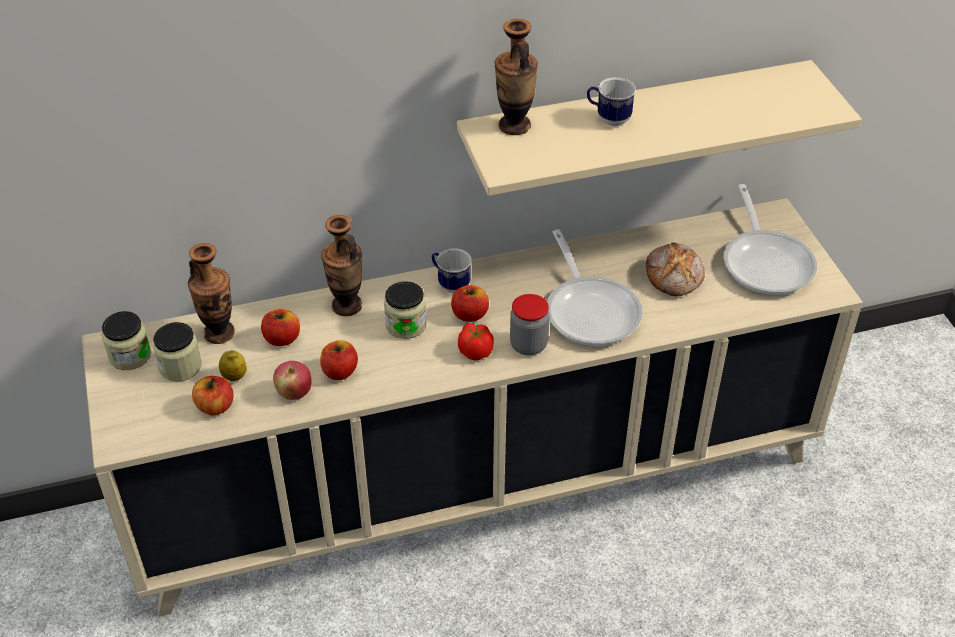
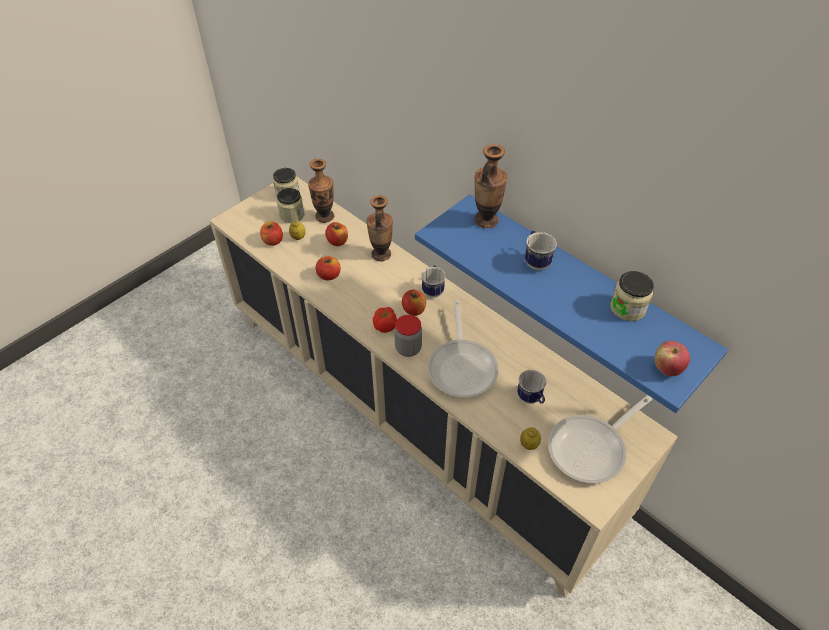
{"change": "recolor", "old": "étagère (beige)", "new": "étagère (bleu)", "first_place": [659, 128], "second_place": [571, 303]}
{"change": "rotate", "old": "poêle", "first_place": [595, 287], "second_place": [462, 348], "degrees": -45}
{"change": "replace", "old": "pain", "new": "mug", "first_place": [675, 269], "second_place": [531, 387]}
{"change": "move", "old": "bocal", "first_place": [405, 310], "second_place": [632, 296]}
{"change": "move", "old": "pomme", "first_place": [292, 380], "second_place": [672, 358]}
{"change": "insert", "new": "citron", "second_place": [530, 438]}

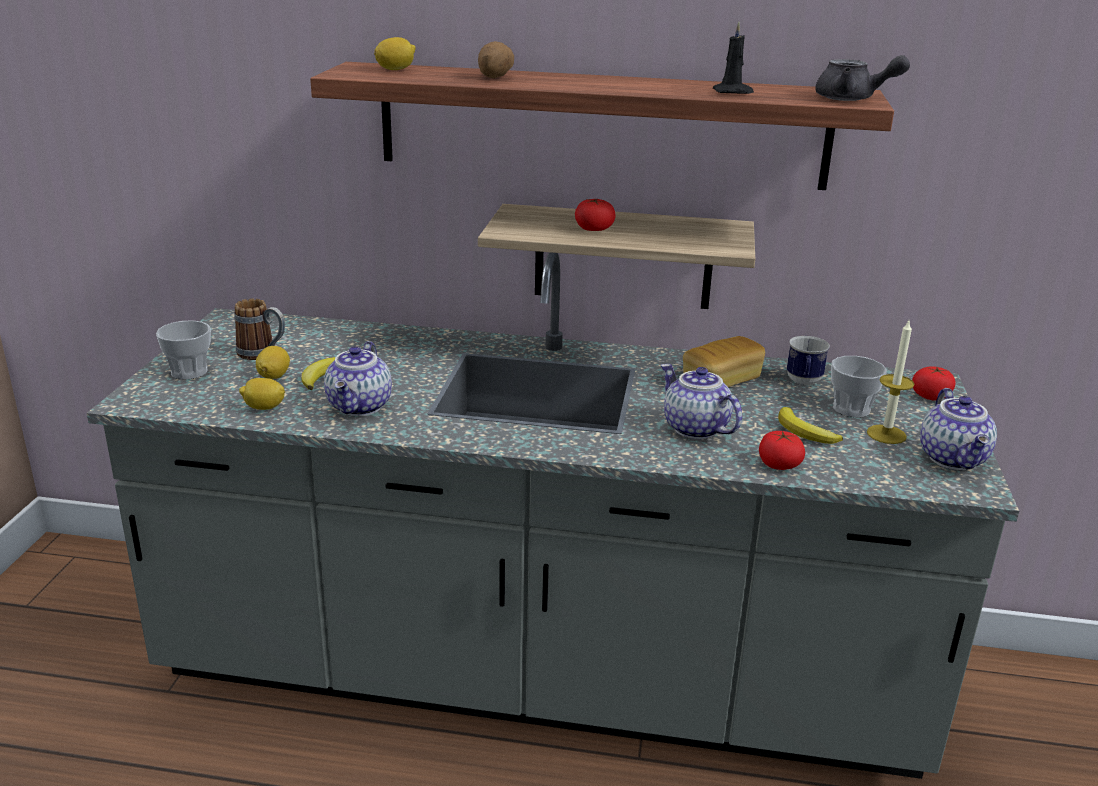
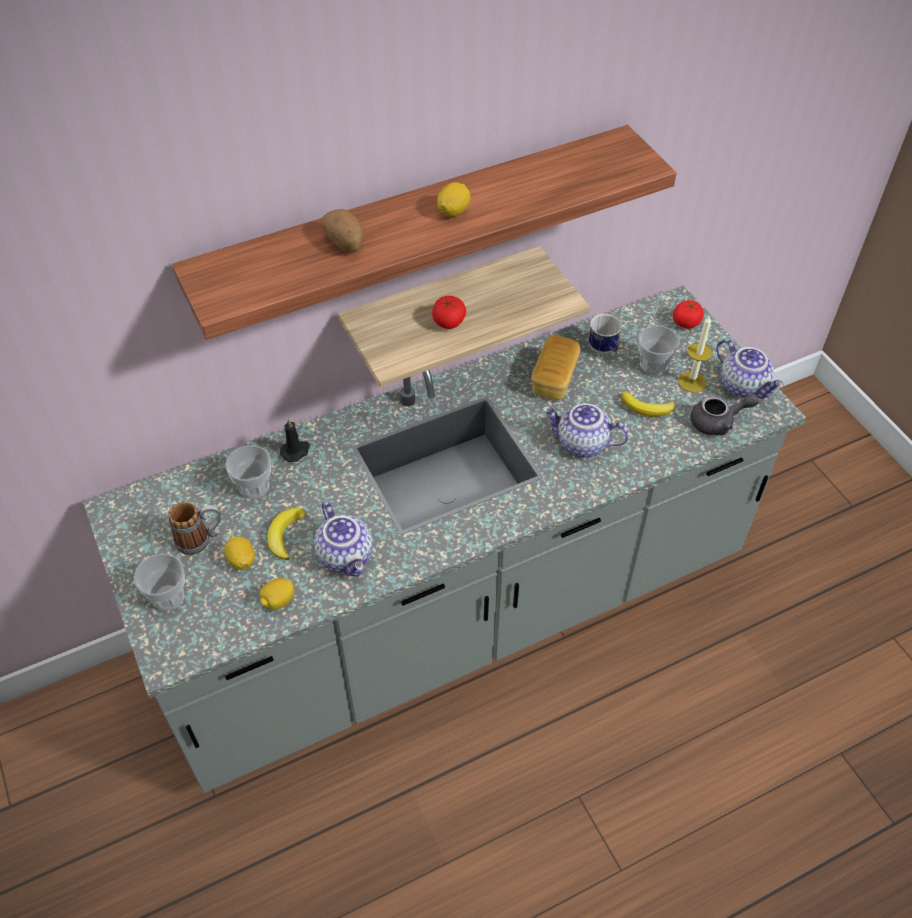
{"change": "move", "old": "bougie (noir)", "first_place": [733, 58], "second_place": [295, 440]}
{"change": "move", "old": "citron", "first_place": [395, 53], "second_place": [453, 199]}
{"change": "move", "old": "théière (gris)", "first_place": [863, 78], "second_place": [725, 414]}
{"change": "delete", "old": "tomate", "first_place": [782, 450]}
{"change": "insert", "new": "tasse", "second_place": [248, 472]}

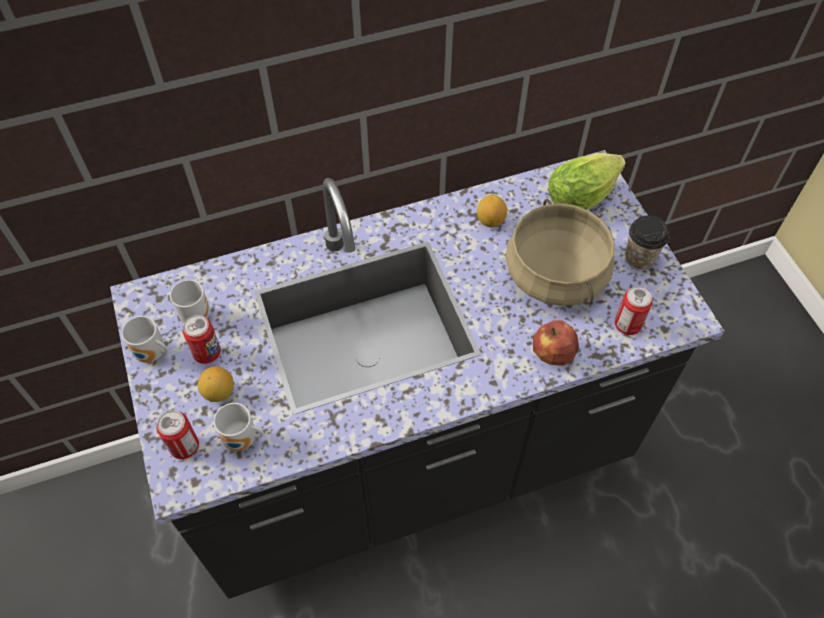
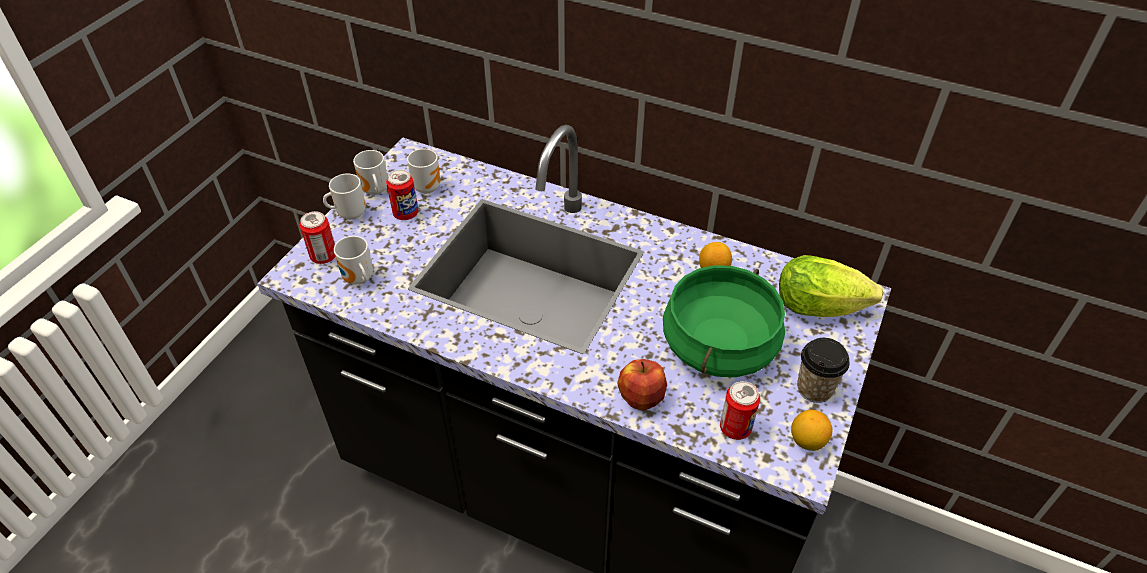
{"change": "recolor", "old": "marmite (beige)", "new": "marmite (vert)", "first_place": [560, 252], "second_place": [724, 321]}
{"change": "move", "old": "citron", "first_place": [216, 384], "second_place": [811, 430]}
{"change": "insert", "new": "mug", "second_place": [344, 197]}

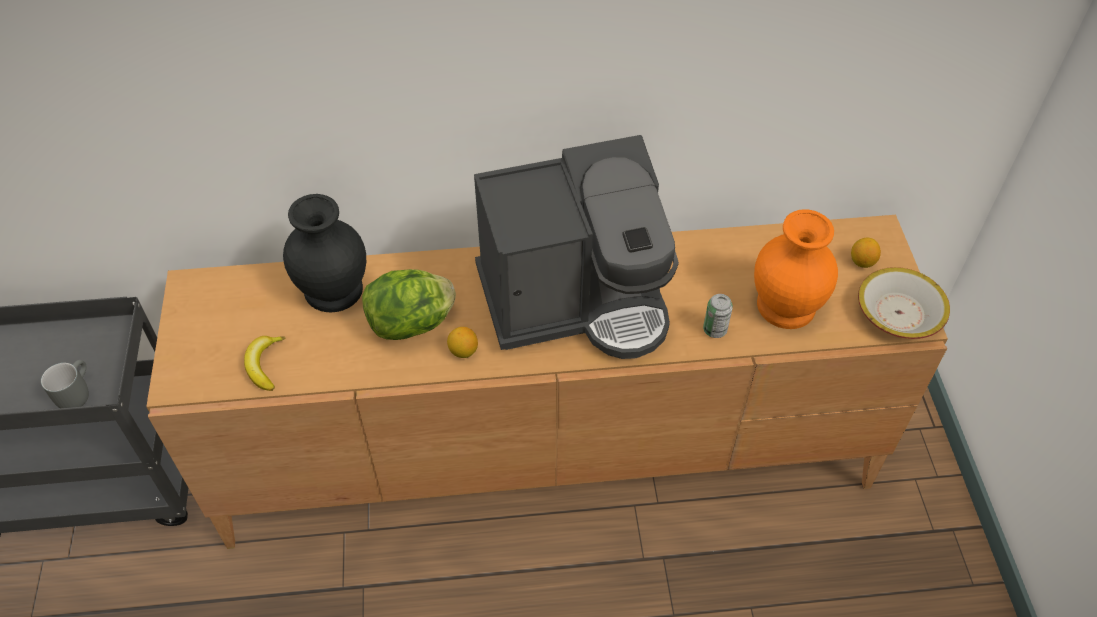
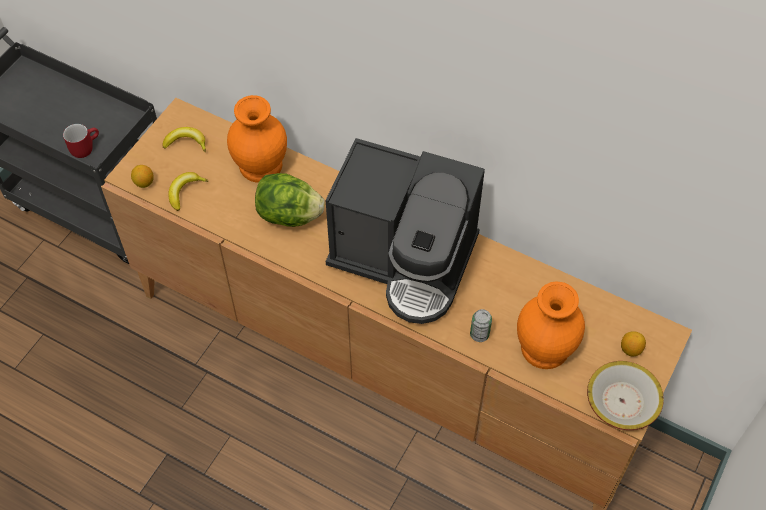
{"change": "recolor", "old": "vase (noir)", "new": "vase (orange)", "first_place": [324, 253], "second_place": [257, 139]}
{"change": "move", "old": "citron", "first_place": [462, 342], "second_place": [142, 176]}
{"change": "recolor", "old": "mug (gris)", "new": "mug (rouge)", "first_place": [65, 384], "second_place": [81, 141]}
{"change": "insert", "new": "banane", "second_place": [184, 139]}

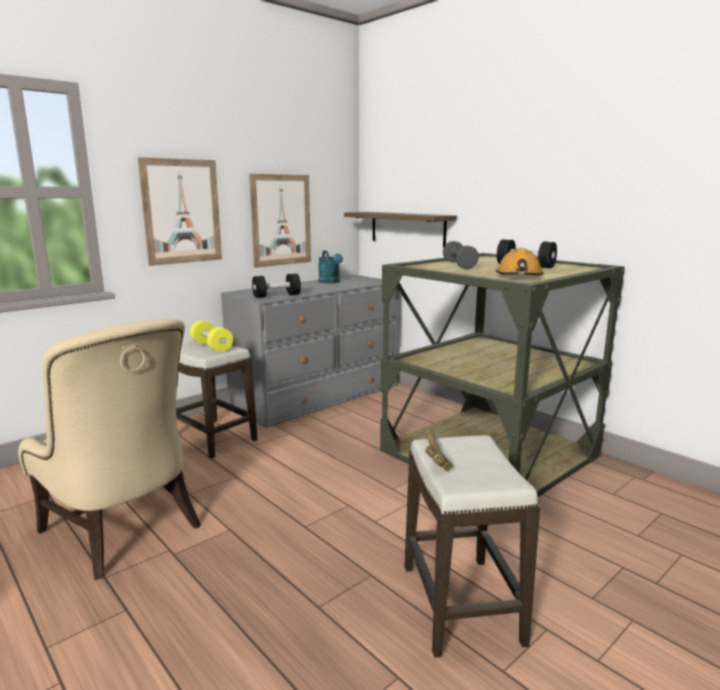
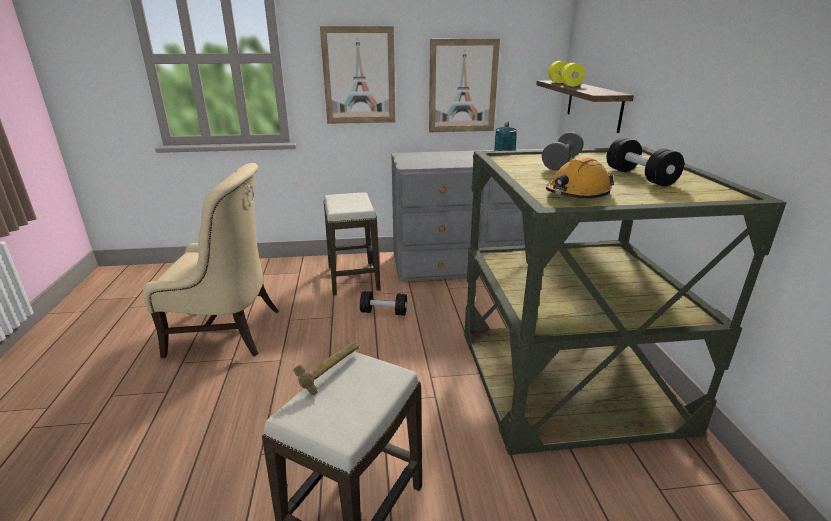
{"change": "move", "old": "haltère (noir)", "first_place": [276, 285], "second_place": [383, 303]}
{"change": "rotate", "old": "chaise (beige)", "first_place": [109, 449], "second_place": [211, 260], "degrees": -75}
{"change": "move", "old": "haltère (jaune)", "first_place": [211, 336], "second_place": [566, 74]}

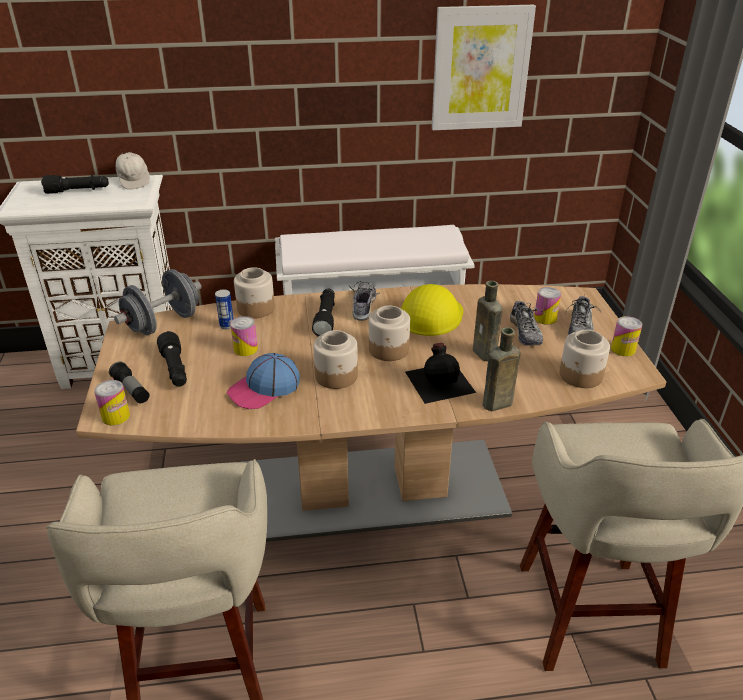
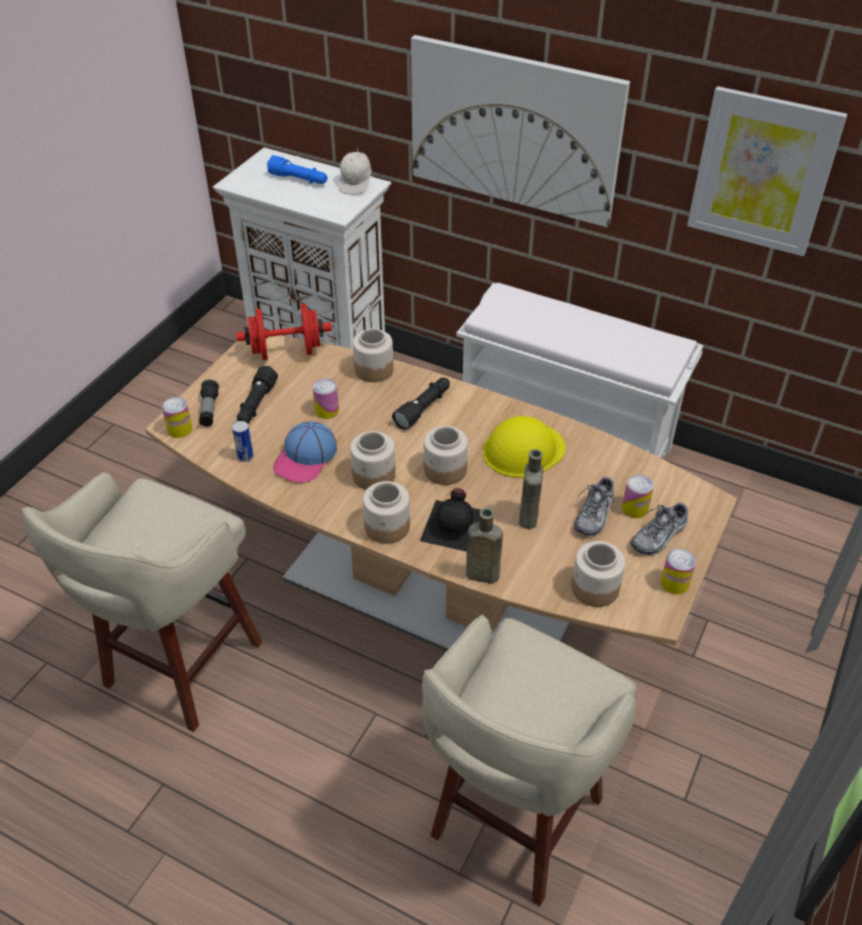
{"change": "recolor", "old": "lampe de poche (noir)", "new": "lampe de poche (bleu)", "first_place": [75, 184], "second_place": [297, 169]}
{"change": "recolor", "old": "haltère (gris)", "new": "haltère (rouge)", "first_place": [157, 302], "second_place": [284, 332]}
{"change": "delete", "old": "chaussure", "first_place": [363, 301]}
{"change": "move", "old": "boîte métallique", "first_place": [224, 309], "second_place": [243, 441]}
{"change": "rotate", "old": "casquette", "first_place": [263, 381], "second_place": [305, 452], "degrees": -60}
{"change": "insert", "new": "tableau", "second_place": [520, 131]}
{"change": "insert", "new": "bocal", "second_place": [386, 512]}

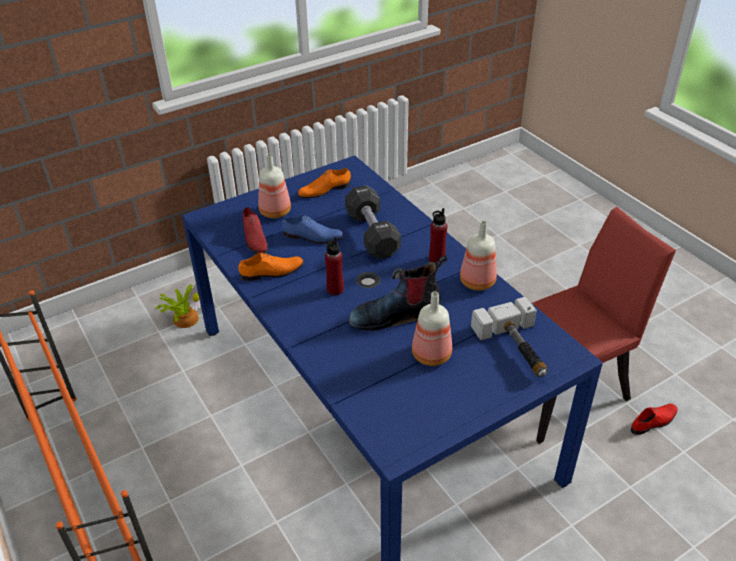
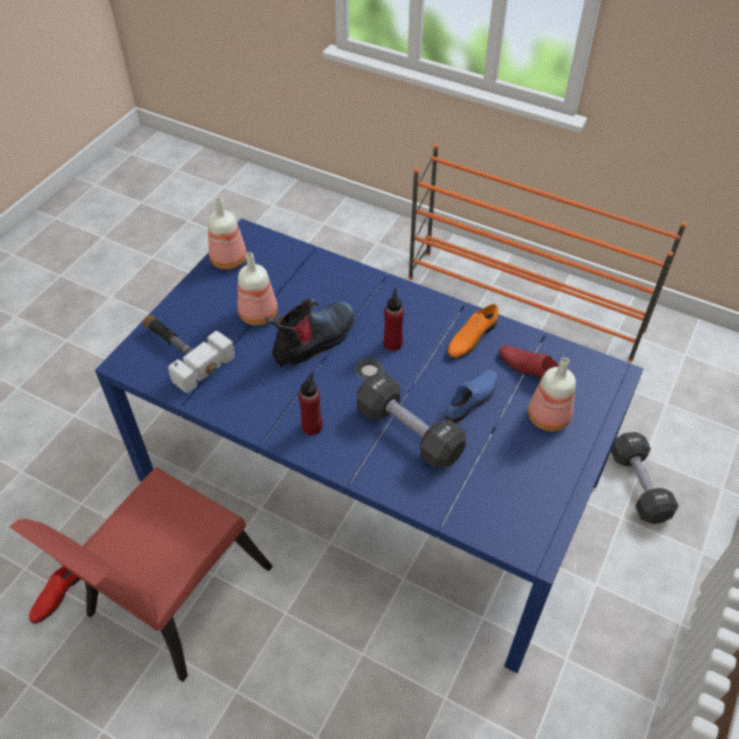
{"change": "delete", "old": "chaussure (orange)", "first_place": [324, 183]}
{"change": "rotate", "old": "chaussure (bleu)", "first_place": [312, 229], "second_place": [472, 396], "degrees": 150}
{"change": "move", "old": "bouteille", "first_place": [478, 256], "second_place": [227, 234]}
{"change": "replace", "old": "plante en pot", "new": "haltère (noir)", "first_place": [177, 306], "second_place": [645, 478]}

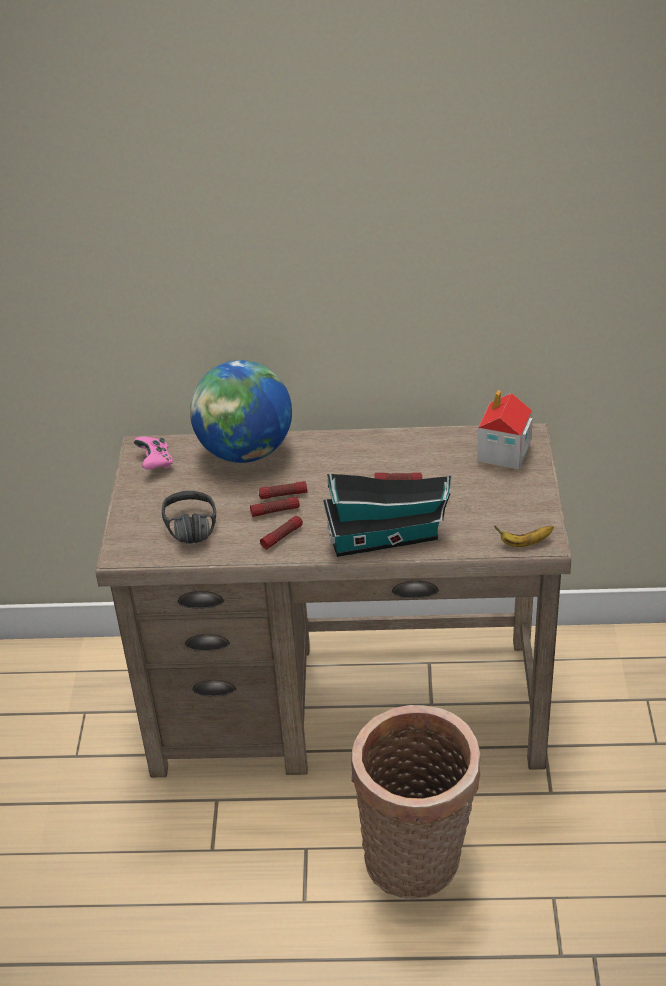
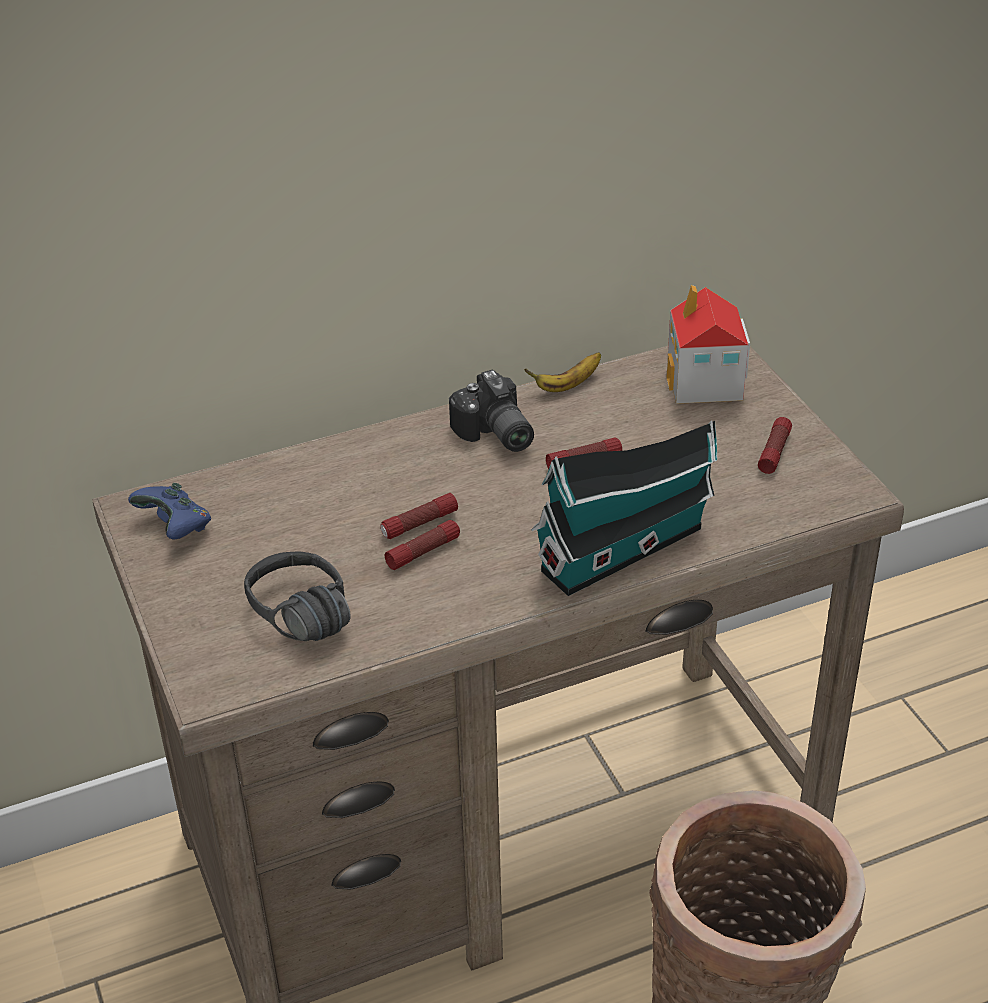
{"change": "delete", "old": "globe", "first_place": [241, 411]}
{"change": "recolor", "old": "manette (rose)", "new": "manette (bleu)", "first_place": [153, 453], "second_place": [169, 511]}
{"change": "move", "old": "lampe de poche", "first_place": [281, 532], "second_place": [775, 445]}
{"change": "move", "old": "banane", "first_place": [524, 536], "second_place": [562, 372]}
{"change": "insert", "new": "appareil photo", "second_place": [491, 410]}

